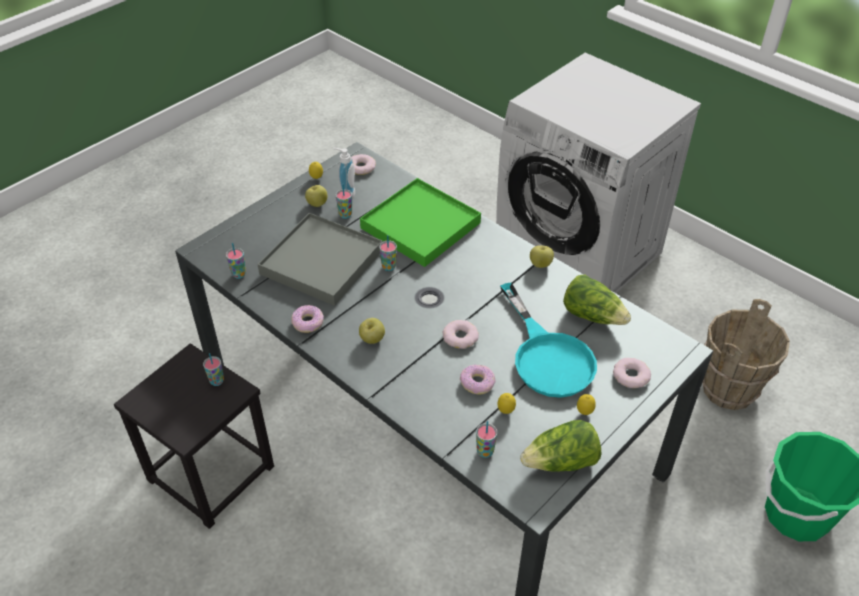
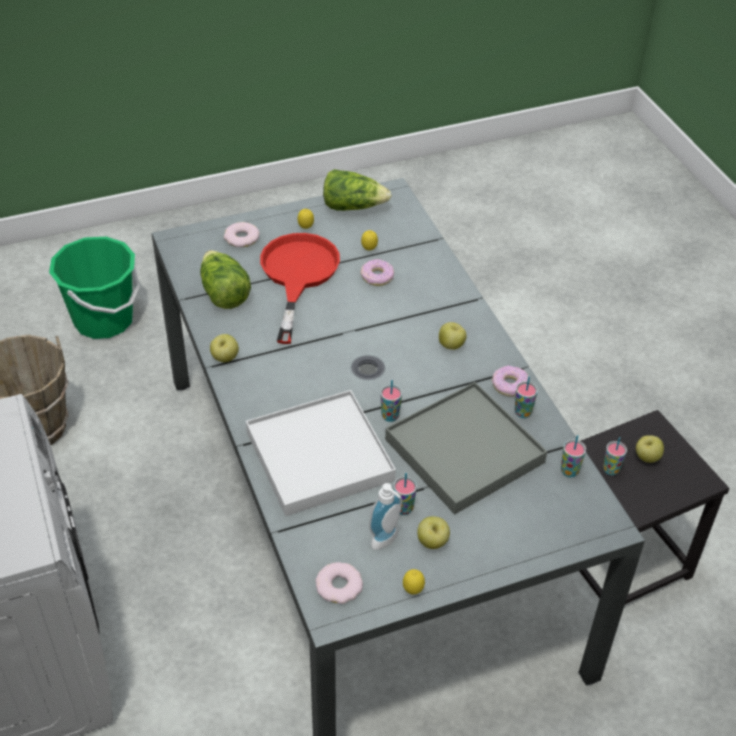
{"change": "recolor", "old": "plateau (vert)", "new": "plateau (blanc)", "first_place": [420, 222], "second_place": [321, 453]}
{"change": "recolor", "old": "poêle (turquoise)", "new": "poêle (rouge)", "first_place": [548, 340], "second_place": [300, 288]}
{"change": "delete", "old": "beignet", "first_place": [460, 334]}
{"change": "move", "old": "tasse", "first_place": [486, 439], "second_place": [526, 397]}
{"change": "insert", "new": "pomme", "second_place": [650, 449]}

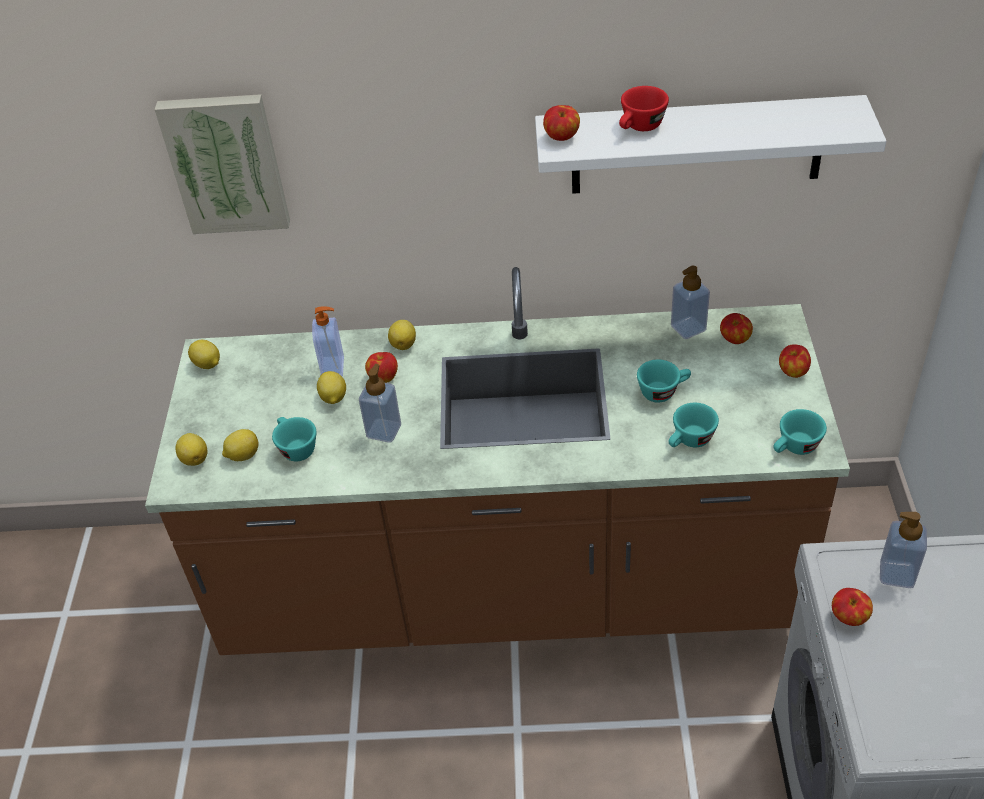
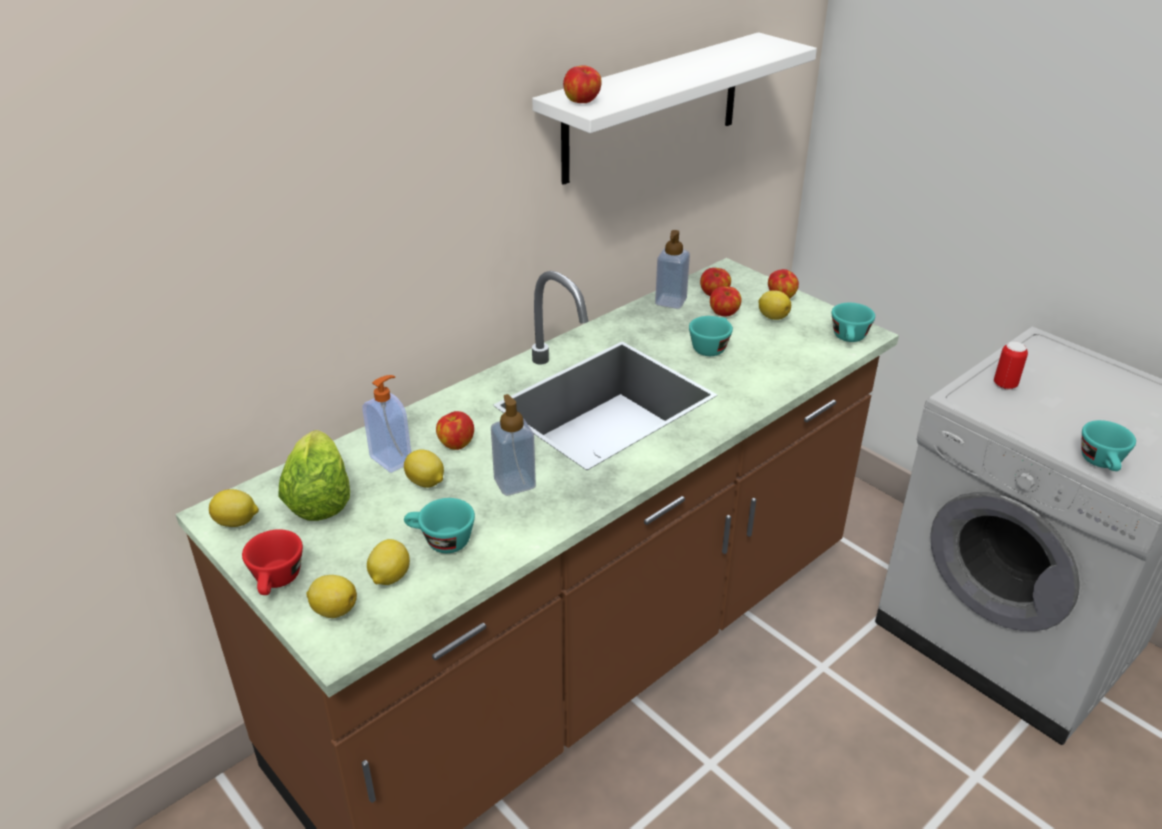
{"change": "move", "old": "tasse (rouge)", "first_place": [644, 108], "second_place": [272, 562]}
{"change": "delete", "old": "tableau", "first_place": [222, 164]}
{"change": "move", "old": "citron", "first_place": [402, 335], "second_place": [774, 305]}
{"change": "move", "old": "tasse (turquoise)", "first_place": [694, 425], "second_place": [1108, 445]}
{"change": "replace", "old": "distributeur de savon", "new": "boîte métallique", "first_place": [903, 550], "second_place": [1011, 366]}
{"change": "move", "old": "pomme", "first_place": [852, 607], "second_place": [726, 301]}
{"change": "insert", "new": "laitue", "second_place": [314, 475]}

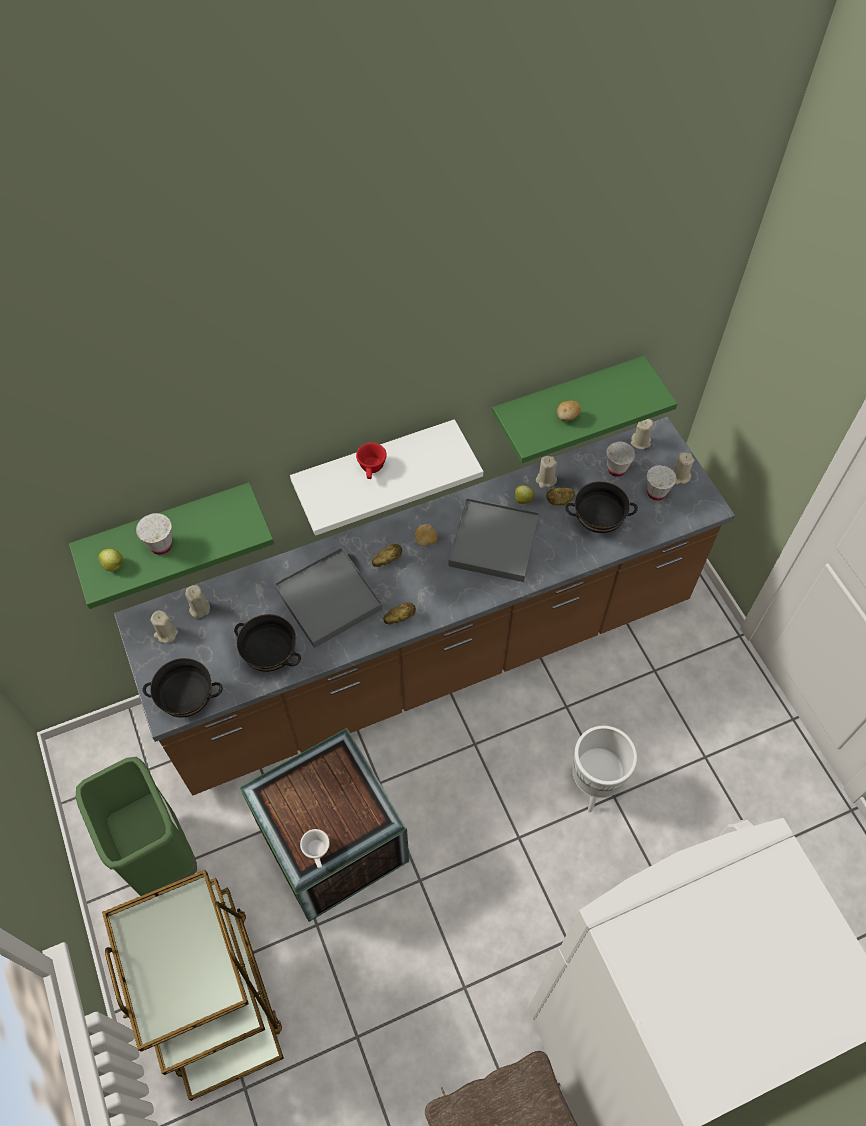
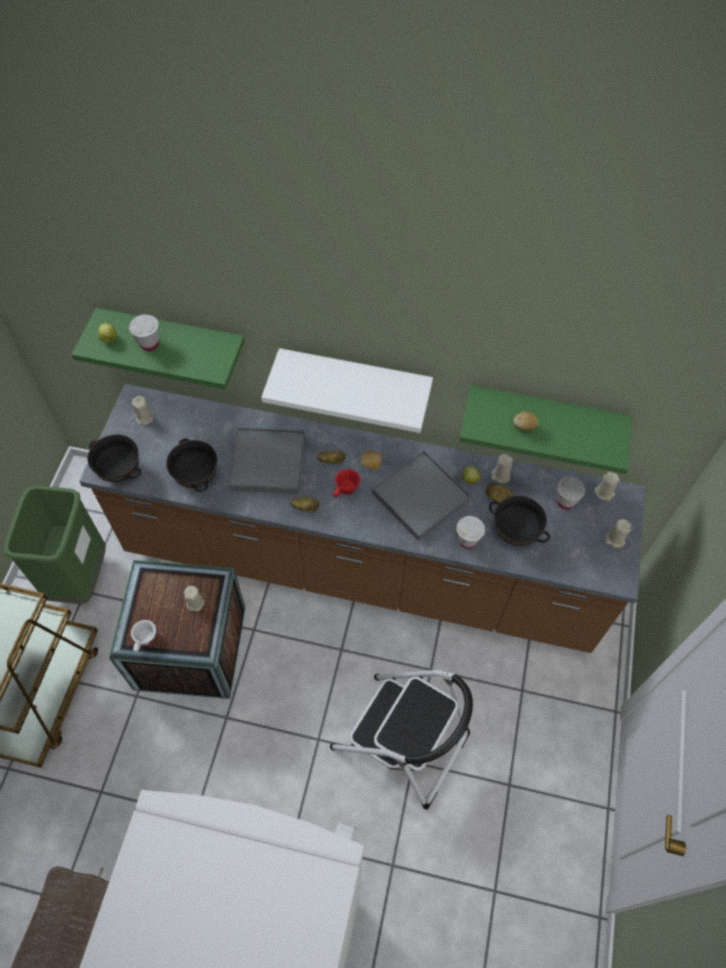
{"change": "move", "old": "tasse (rouge)", "first_place": [371, 461], "second_place": [346, 483]}
{"change": "move", "old": "tasse (blanc)", "first_place": [661, 483], "second_place": [470, 532]}
{"change": "move", "old": "bougie (beige)", "first_place": [197, 601], "second_place": [194, 599]}
{"change": "replace", "old": "cache-pot (blanc)", "new": "escabeau", "first_place": [604, 769], "second_place": [401, 740]}

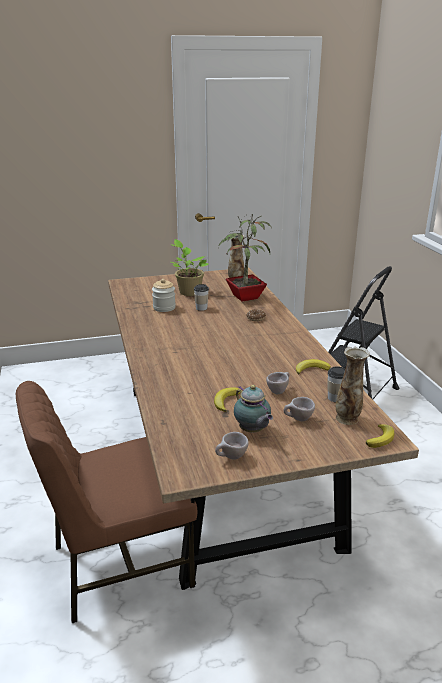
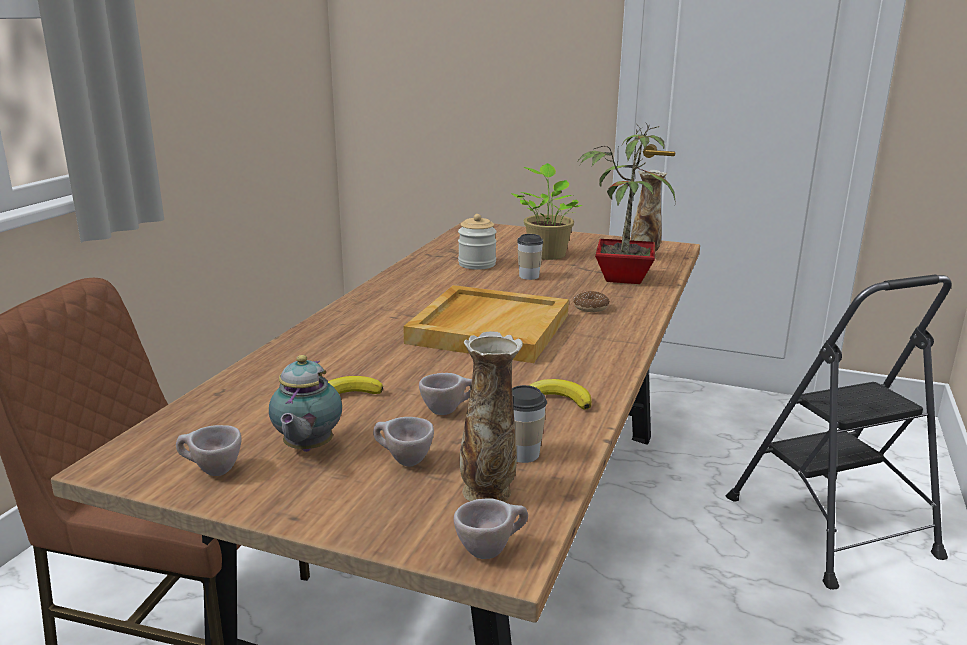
{"change": "replace", "old": "banane", "new": "tasse (beige)", "first_place": [380, 436], "second_place": [491, 529]}
{"change": "insert", "new": "plateau (beige)", "second_place": [486, 324]}

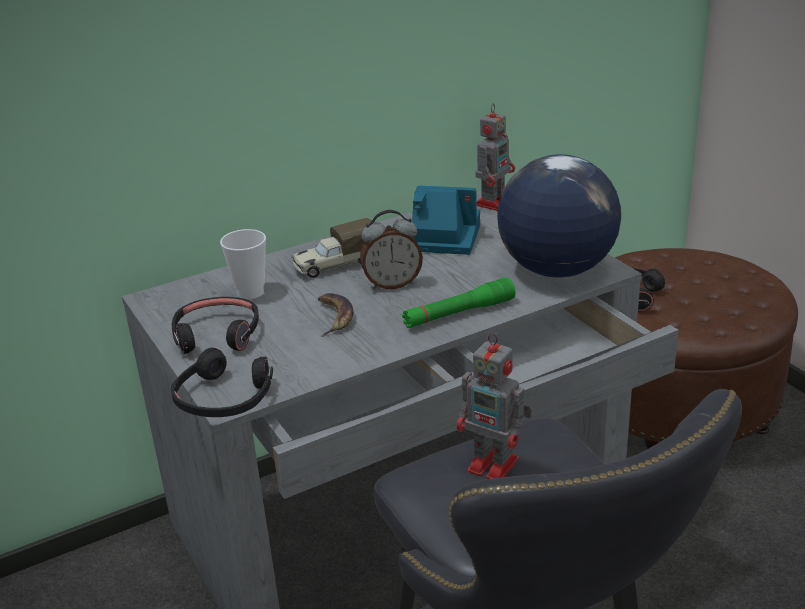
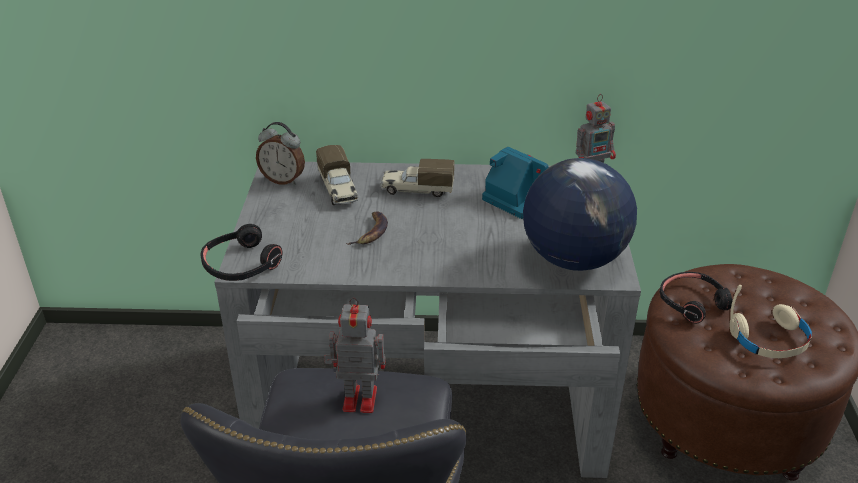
{"change": "move", "old": "réveil", "first_place": [391, 249], "second_place": [280, 153]}
{"change": "replace", "old": "tasse", "new": "camion jouet", "first_place": [243, 264], "second_place": [337, 175]}
{"change": "delete", "old": "lampe de poche (vert)", "first_place": [459, 303]}
{"change": "delete", "old": "casque audio (noir)", "first_place": [215, 325]}
{"change": "rotate", "old": "robot jouet", "first_place": [494, 405], "second_place": [355, 355], "degrees": 120}
{"change": "insert", "new": "casque audio (beige)", "second_place": [771, 321]}

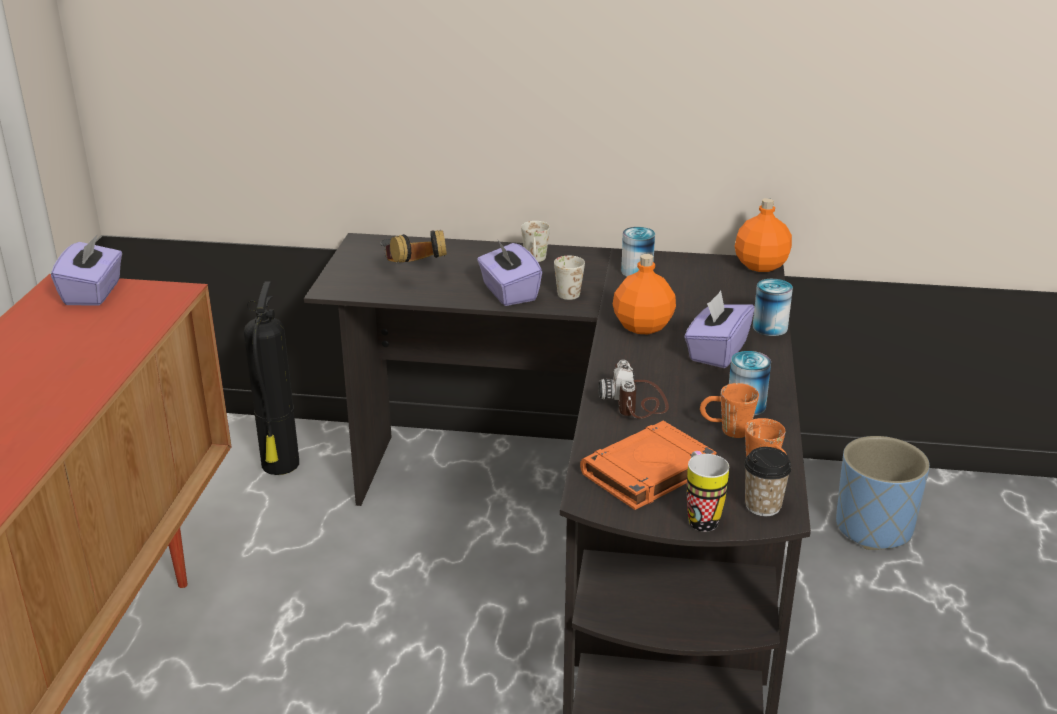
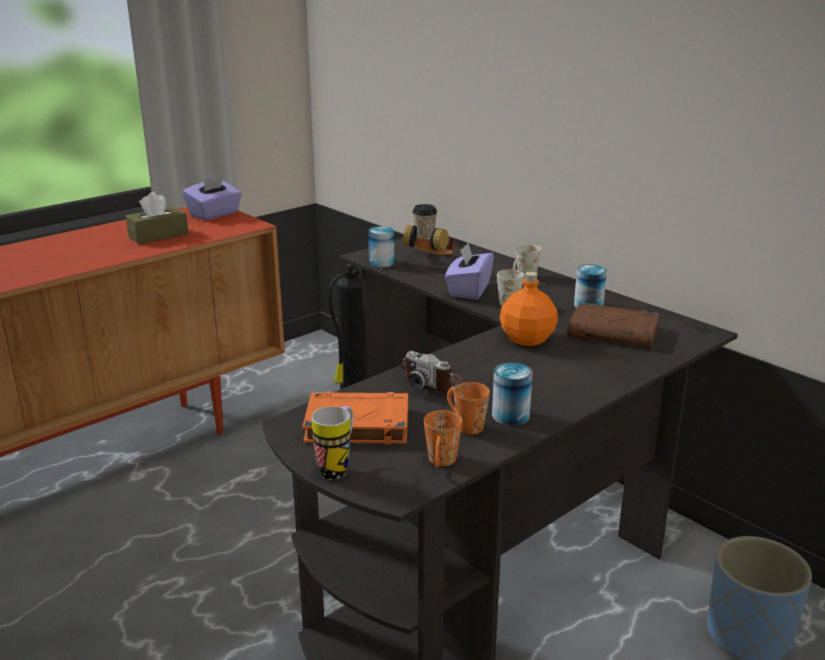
{"change": "delete", "old": "bouteille (orange)", "first_place": [763, 235]}
{"change": "move", "old": "boîte métallique", "first_place": [773, 307], "second_place": [381, 247]}
{"change": "delete", "old": "boîte à mouchoirs (violet)", "first_place": [719, 329]}
{"change": "rotate", "old": "appareil photo", "first_place": [634, 389], "second_place": [432, 372], "degrees": -90}
{"change": "move", "old": "tasse", "first_place": [768, 481], "second_place": [424, 221]}
{"change": "insert", "new": "boîte à mouchoirs (marron)", "second_place": [157, 218]}
{"change": "insert", "new": "livre (marron)", "second_place": [613, 325]}

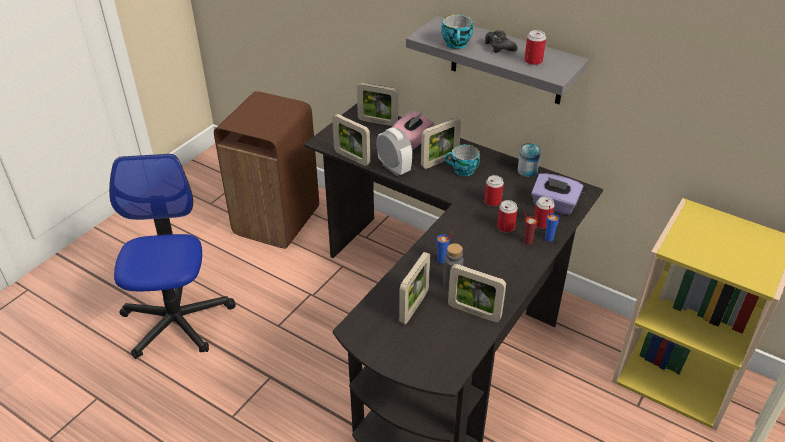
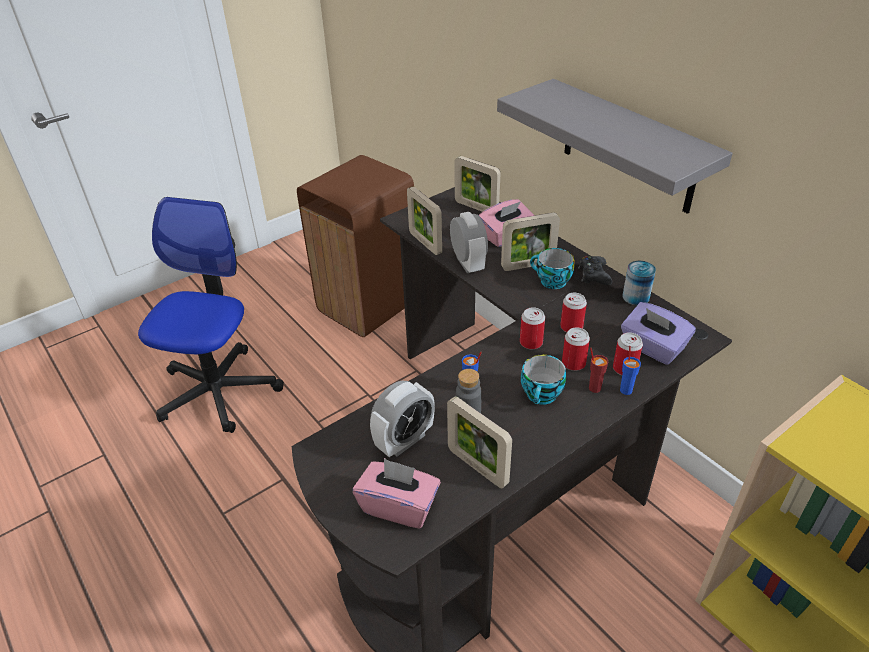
{"change": "move", "old": "tasse", "first_place": [457, 32], "second_place": [543, 380]}
{"change": "move", "old": "manette (noir)", "first_place": [501, 41], "second_place": [595, 270]}
{"change": "move", "old": "boîte métallique", "first_place": [535, 47], "second_place": [532, 328]}
{"change": "replace", "old": "cadre photo", "new": "réveil", "first_place": [414, 288], "second_place": [402, 419]}
{"change": "insert", "new": "boîte à mouchoirs (rose)", "second_place": [397, 493]}

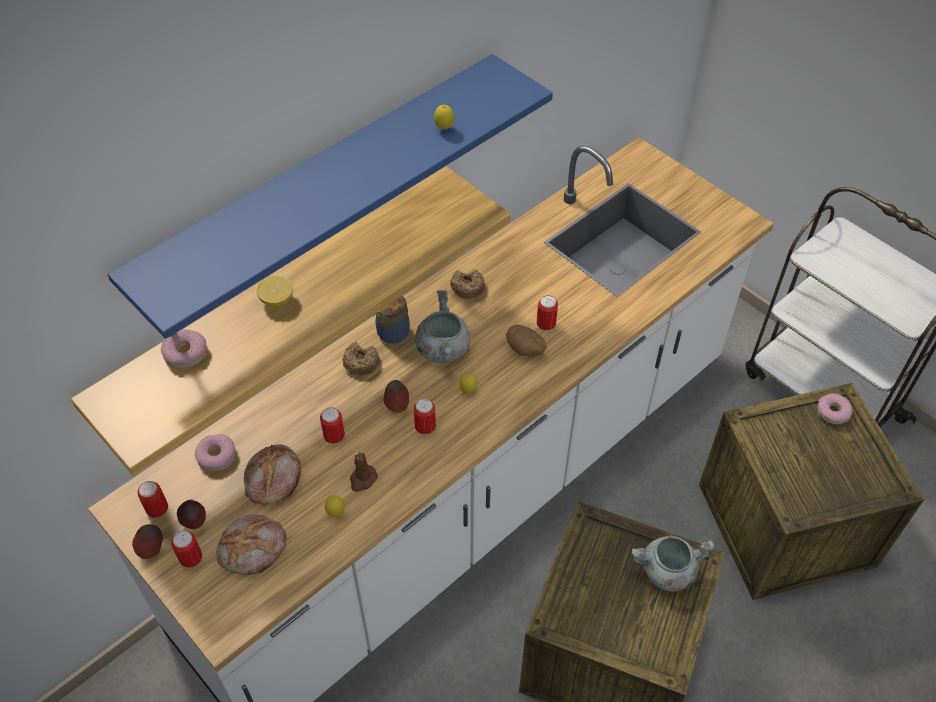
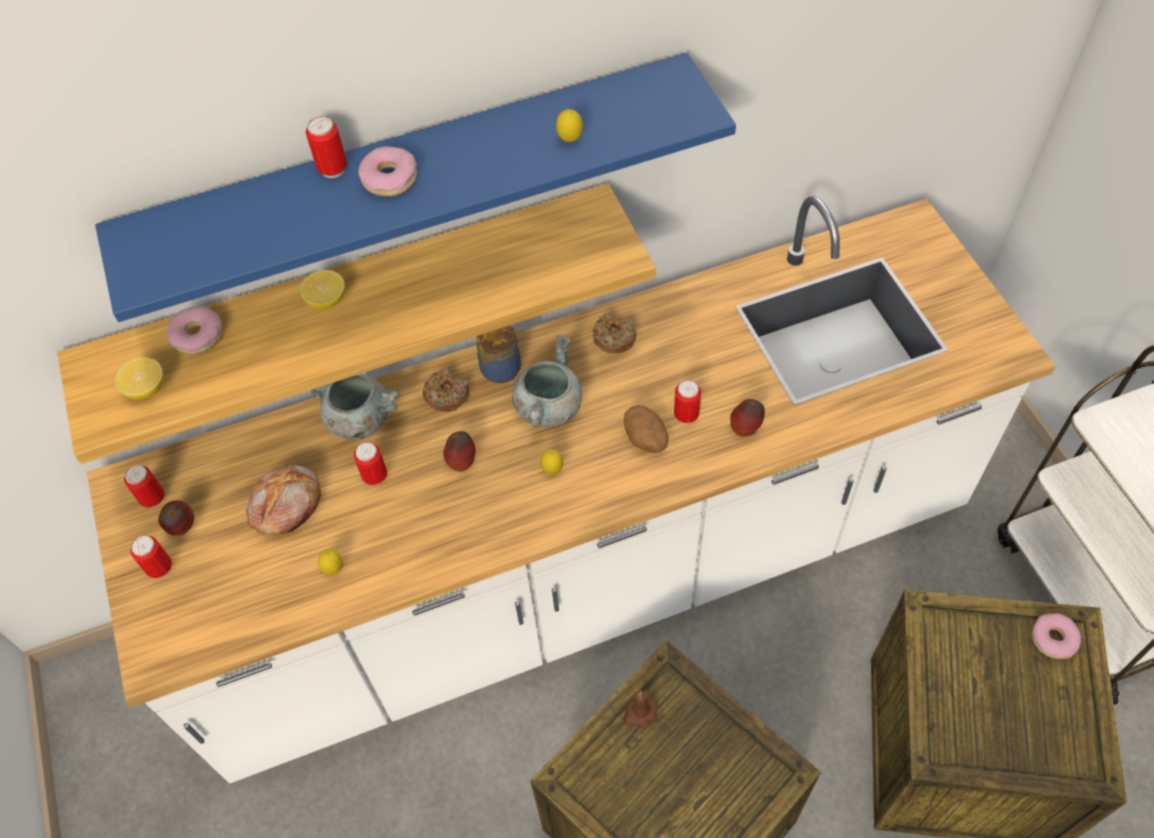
{"change": "move", "old": "boîte métallique", "first_place": [425, 416], "second_place": [326, 147]}
{"change": "move", "old": "beignet", "first_place": [215, 452], "second_place": [387, 171]}
{"change": "move", "old": "bougie (marron)", "first_place": [364, 471], "second_place": [640, 708]}
{"change": "delete", "old": "pain", "first_place": [252, 545]}
{"change": "move", "old": "pomme", "first_place": [147, 541], "second_place": [747, 417]}
{"change": "move", "old": "marmite (gris)", "first_place": [673, 563], "second_place": [355, 406]}
{"change": "insert", "new": "citron", "second_place": [139, 378]}

